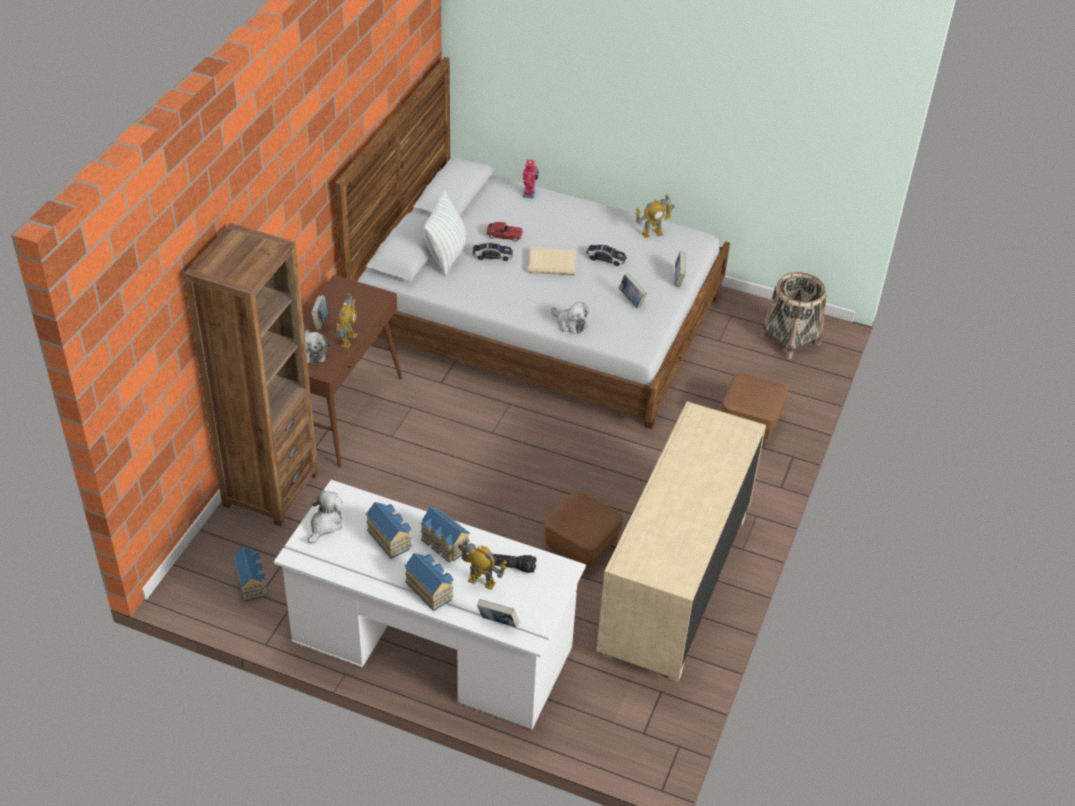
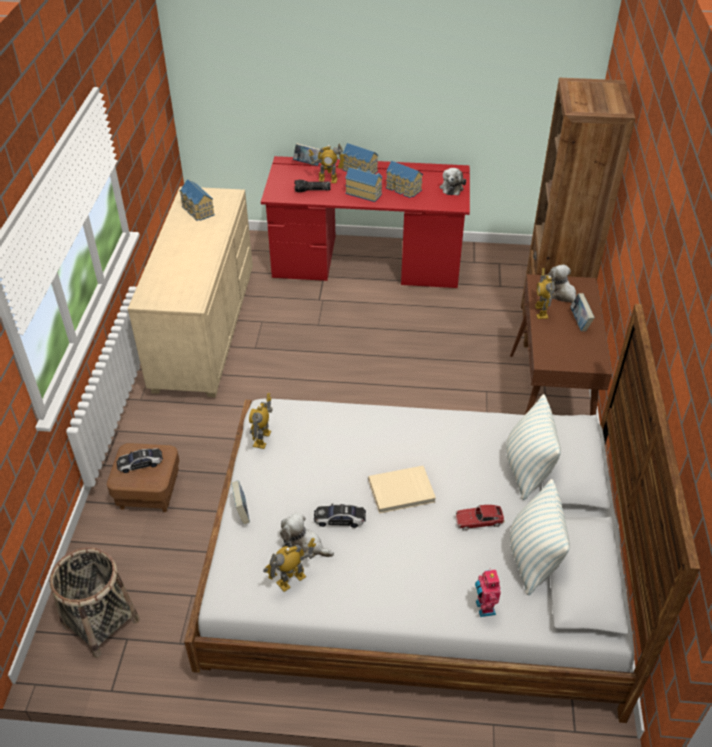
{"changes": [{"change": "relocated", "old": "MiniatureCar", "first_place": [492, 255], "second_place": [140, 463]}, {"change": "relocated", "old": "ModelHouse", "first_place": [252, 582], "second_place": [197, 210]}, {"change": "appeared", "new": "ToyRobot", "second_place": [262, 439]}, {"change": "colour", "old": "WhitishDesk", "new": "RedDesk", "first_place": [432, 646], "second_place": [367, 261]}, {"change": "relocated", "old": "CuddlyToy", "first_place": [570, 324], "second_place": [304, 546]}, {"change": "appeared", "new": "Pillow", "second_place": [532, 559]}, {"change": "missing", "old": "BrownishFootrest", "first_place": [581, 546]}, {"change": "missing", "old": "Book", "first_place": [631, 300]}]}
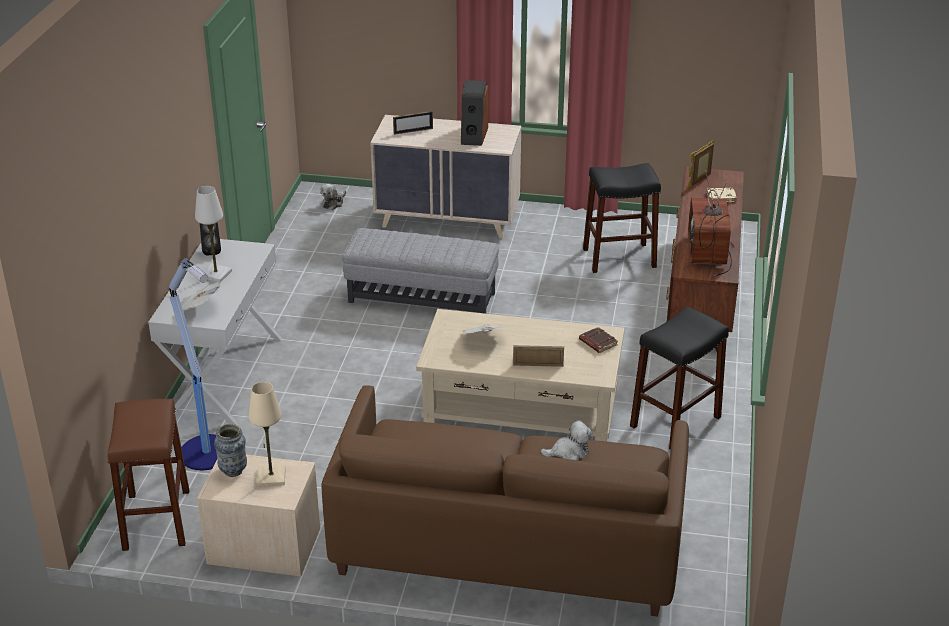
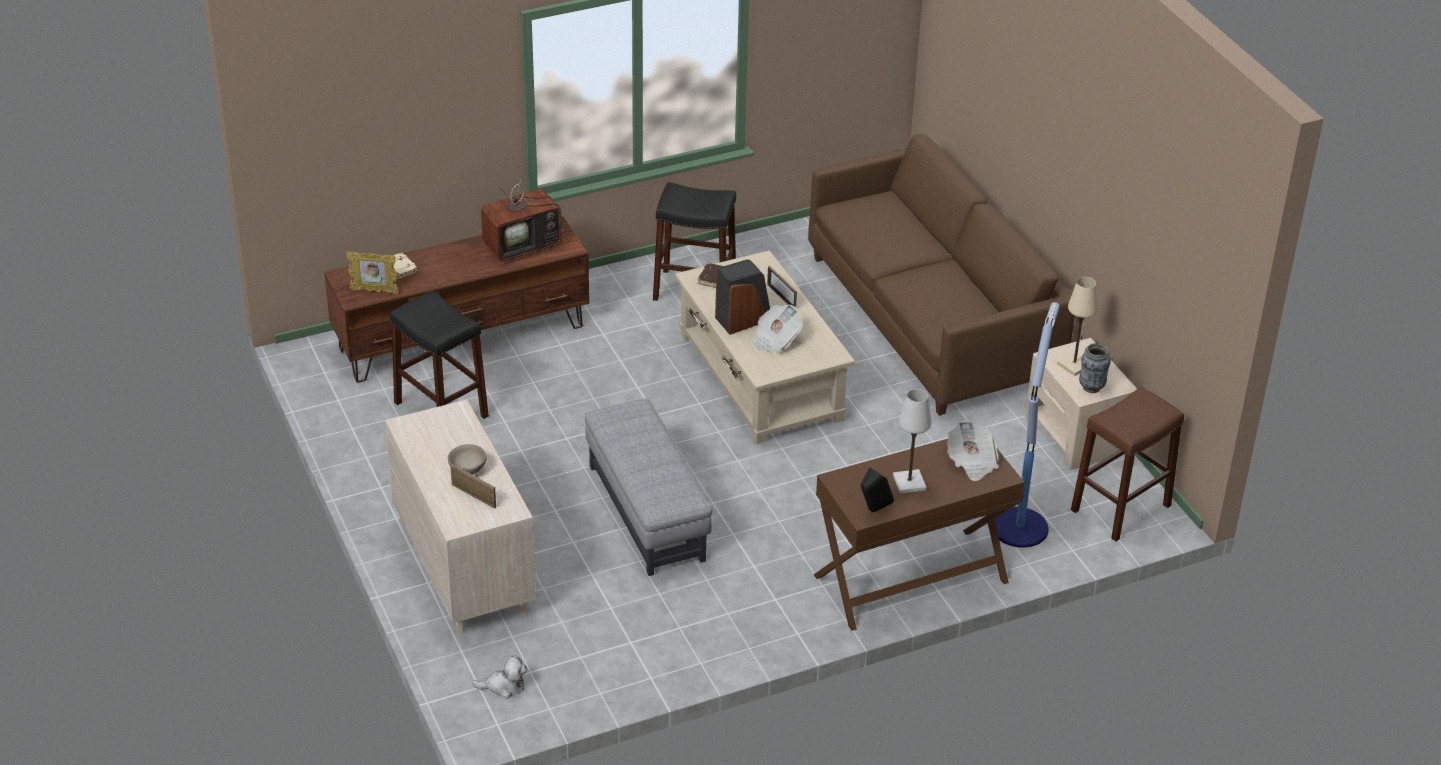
{"changes": [{"change": "appeared", "new": "SandColouredBowl", "second_place": [467, 469]}, {"change": "relocated", "old": "Speaker", "first_place": [473, 135], "second_place": [743, 319]}, {"change": "colour", "old": "WhitishNarrowTable", "new": "BrownishNarrowTable", "first_place": [225, 376], "second_place": [911, 579]}, {"change": "missing", "old": "CuddlyToy", "first_place": [569, 452]}]}
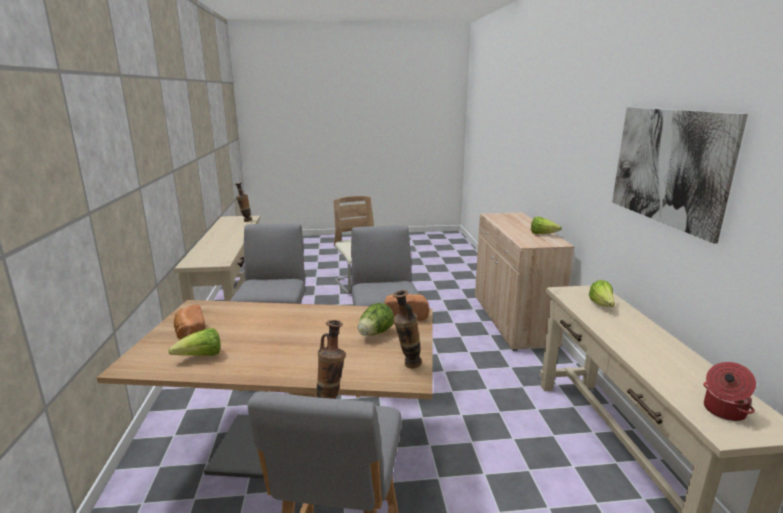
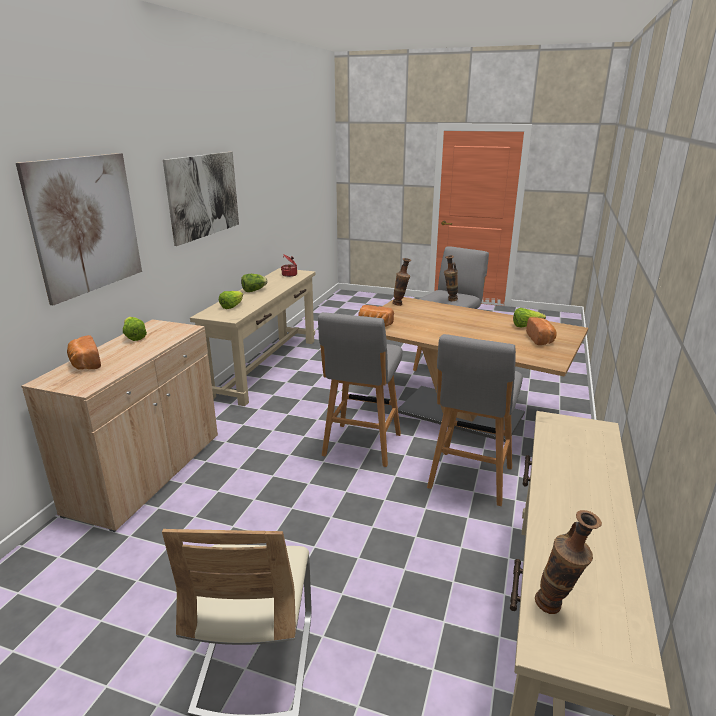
{"changes": [{"change": "appeared", "new": "WallPicture", "second_place": [86, 225]}, {"change": "appeared", "new": "BakedBread", "second_place": [84, 364]}, {"change": "relocated", "old": "HeadOfLettuce", "first_place": [375, 333], "second_place": [254, 290]}]}
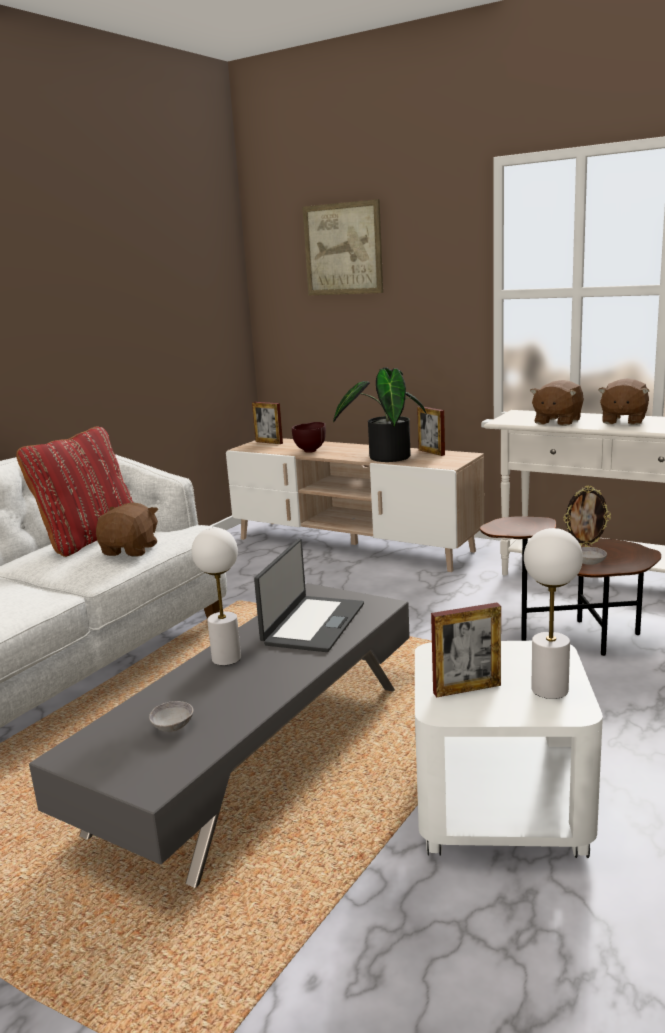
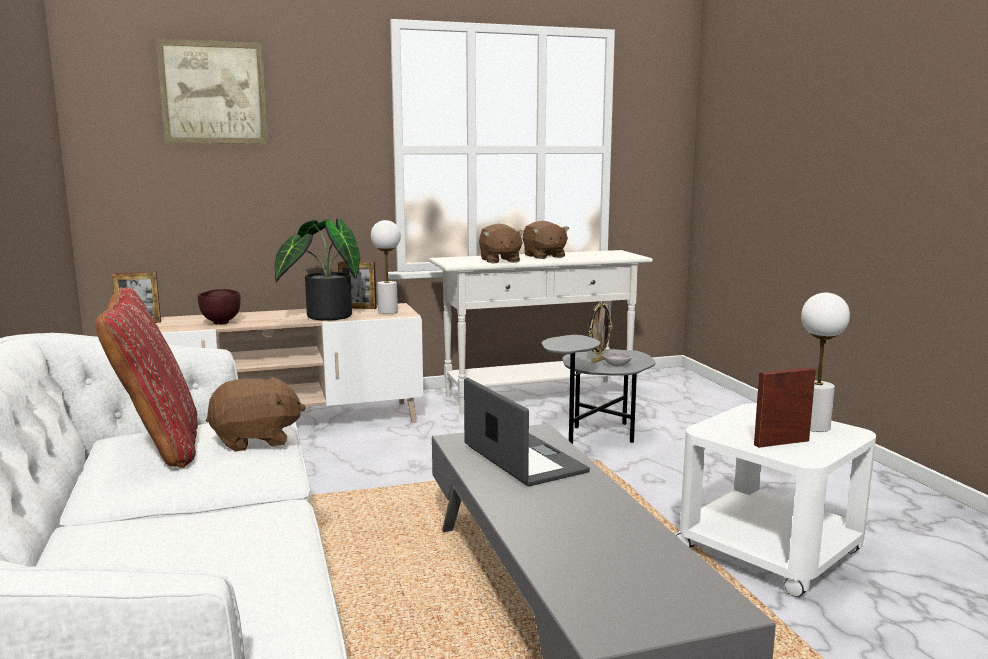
{"changes": [{"change": "spun", "old": "BrownishCuddlyToy", "first_place": [131, 550], "second_place": [255, 440], "degrees": 105}, {"change": "relocated", "old": "WhitishTableLamp", "first_place": [226, 658], "second_place": [387, 312]}, {"change": "colour", "old": "BrownishAccentTable", "new": "GreyishAccentTable", "first_place": [574, 639], "second_place": [596, 438]}, {"change": "spun", "old": "PictureFrame", "first_place": [467, 689], "second_place": [781, 443], "degrees": -135}, {"change": "missing", "old": "GreyishBowl", "first_place": [173, 726]}]}
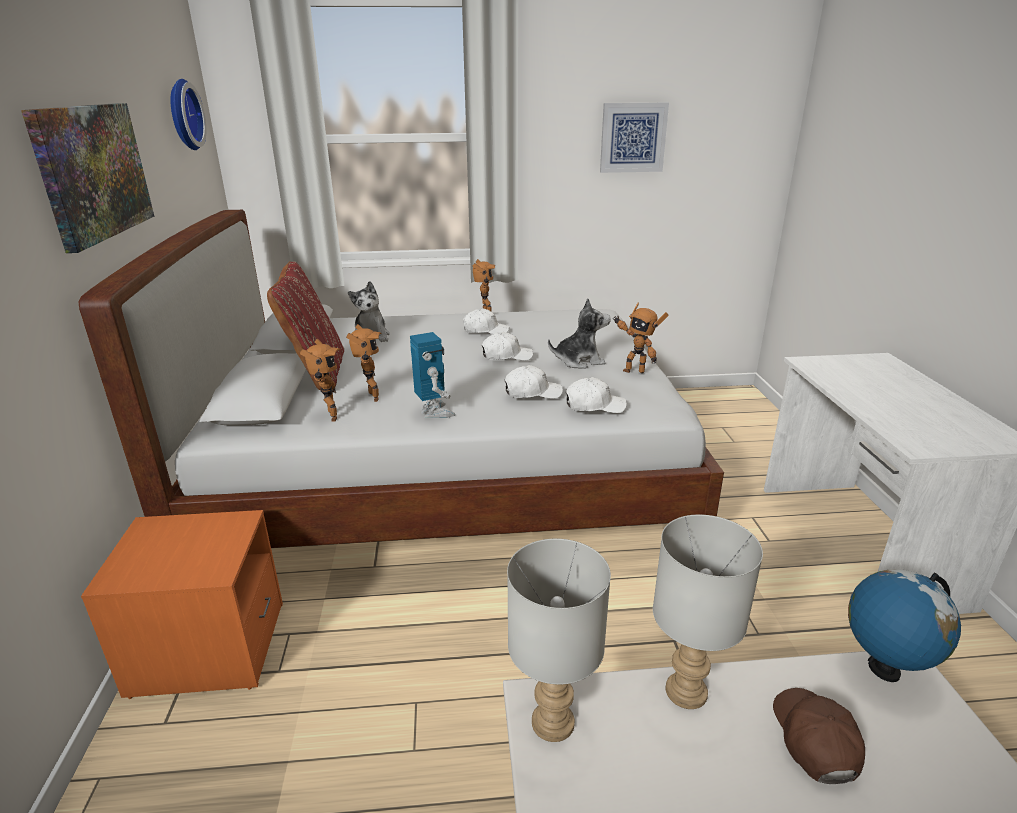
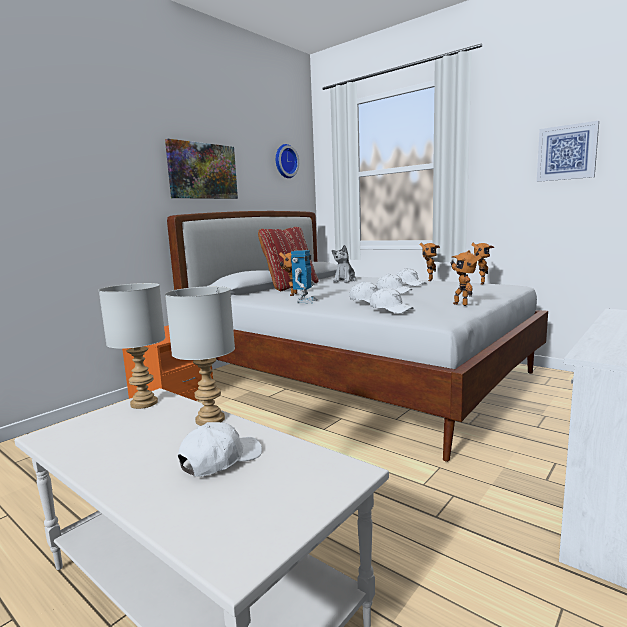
{"changes": [{"change": "colour", "old": "BrownishBaseballCap", "new": "WhitishBaseballCap", "first_place": [814, 740], "second_place": [220, 460]}, {"change": "relocated", "old": "ToyRobot", "first_place": [329, 416], "second_place": [480, 283]}, {"change": "missing", "old": "CuddlyToy", "first_place": [579, 361]}, {"change": "missing", "old": "Globe", "first_place": [883, 669]}]}
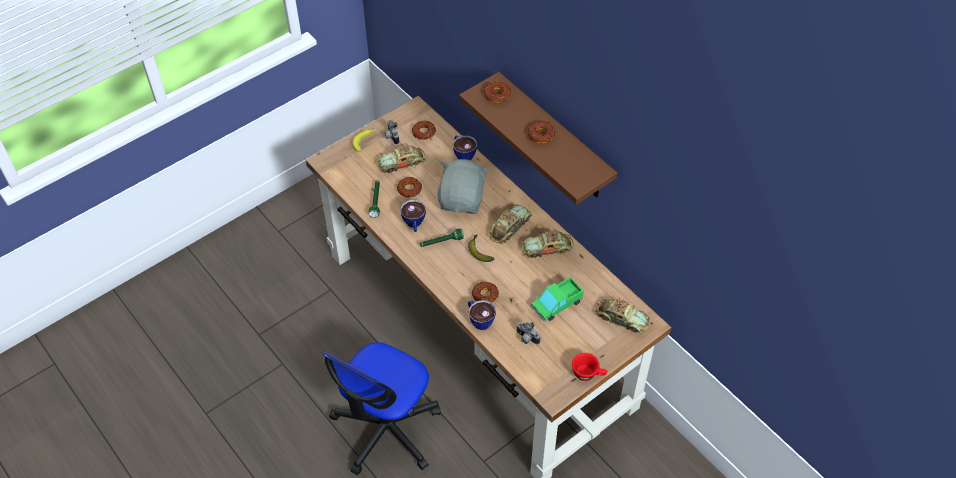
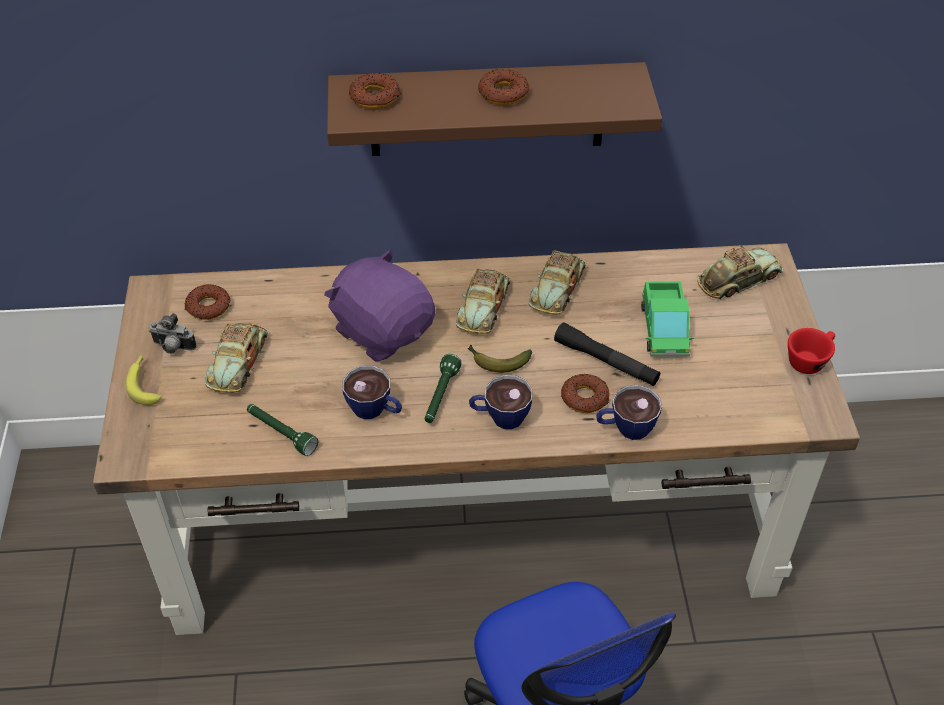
{"changes": [{"change": "colour", "old": "GreyishCuddlyToy", "new": "PurpleCuddlyToy", "first_place": [462, 199], "second_place": [383, 330]}, {"change": "spun", "old": "MiniatureCar", "first_place": [510, 227], "second_place": [483, 306], "degrees": -150}, {"change": "relocated", "old": "SmallCup", "first_place": [463, 154], "second_place": [499, 417]}, {"change": "appeared", "new": "BlackishTorch", "second_place": [606, 362]}, {"change": "missing", "old": "RingDoughnut", "first_place": [409, 189]}, {"change": "missing", "old": "StillCamera", "first_place": [526, 338]}]}
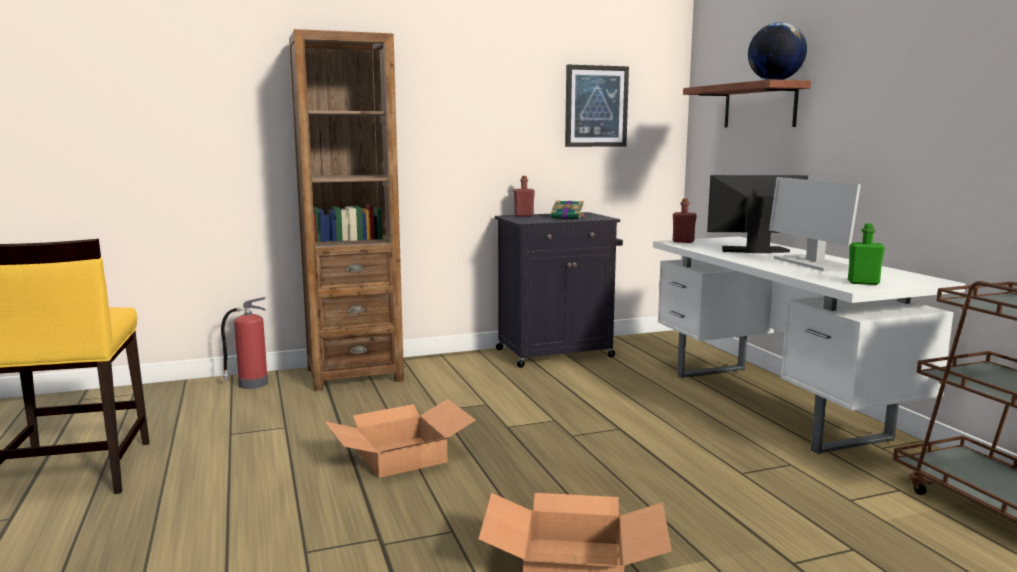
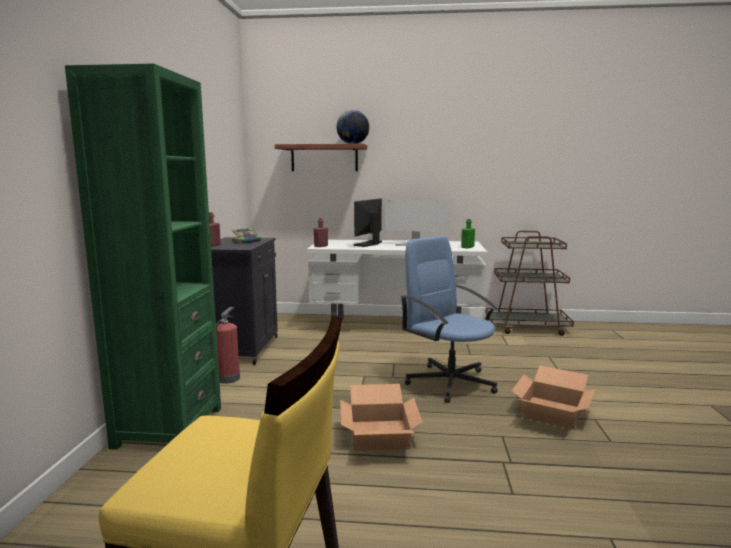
{"changes": [{"change": "colour", "old": "BrownishBookshelf", "new": "GreenBookshelf", "first_place": [354, 374], "second_place": [168, 427]}, {"change": "relocated", "old": "FireFightingCylinder", "first_place": [251, 384], "second_place": [227, 379]}, {"change": "appeared", "new": "BluishDeskChair", "second_place": [450, 382]}, {"change": "missing", "old": "WallPicture", "first_place": [596, 106]}]}
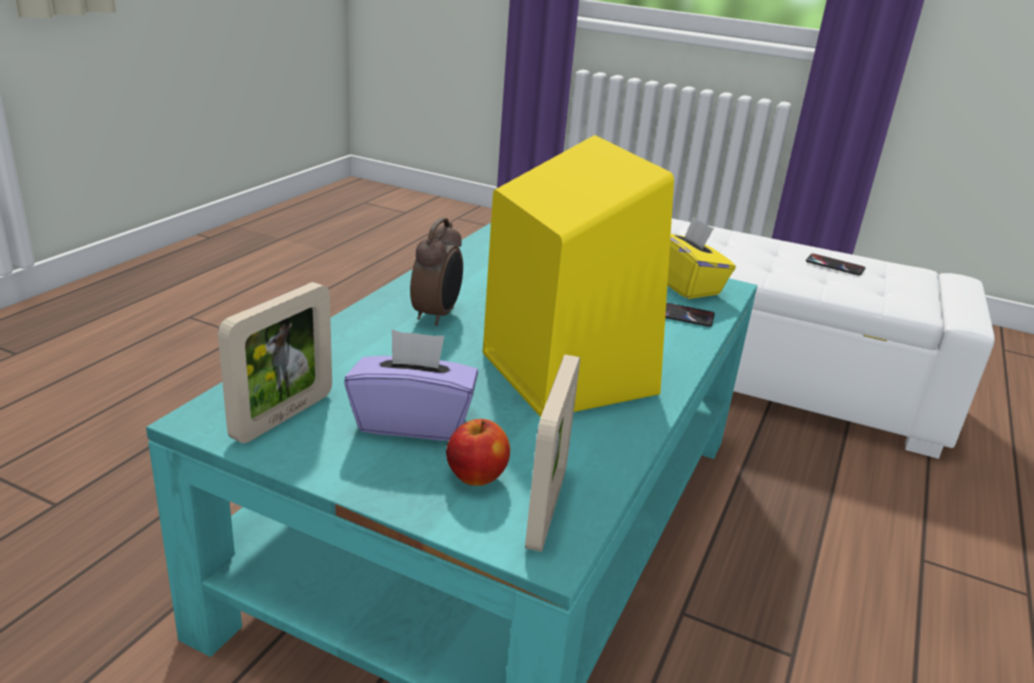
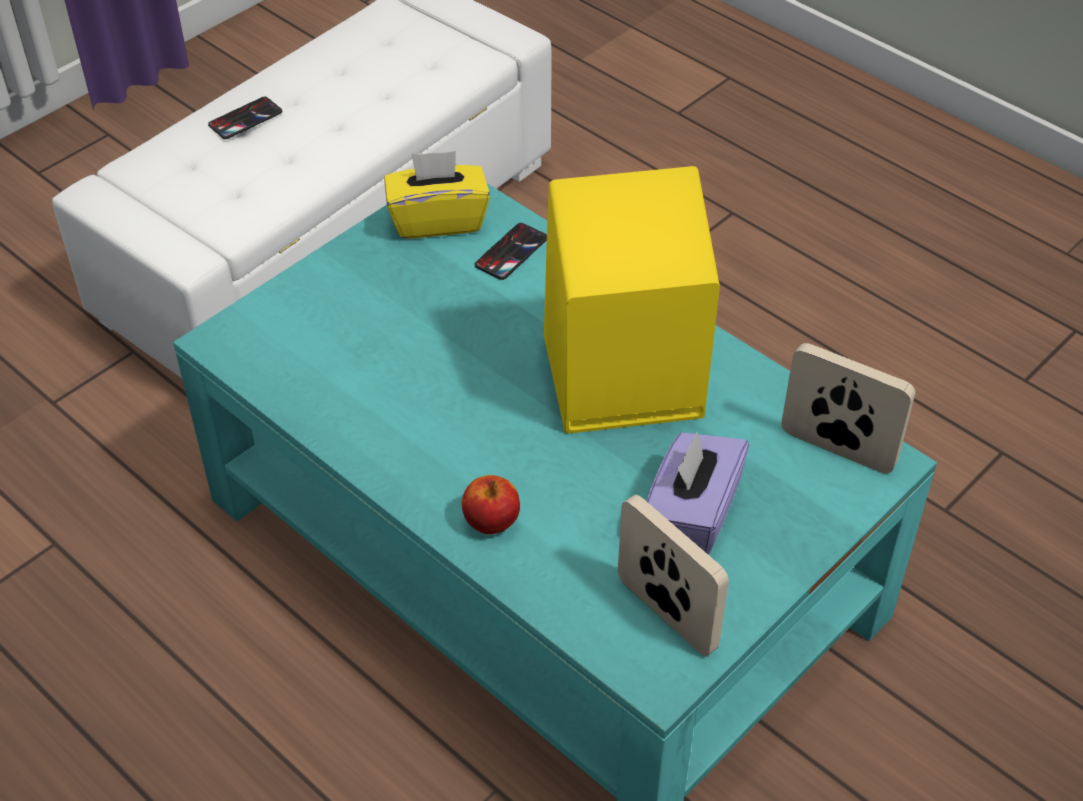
{"changes": [{"change": "relocated", "old": "Phone", "first_place": [835, 265], "second_place": [245, 118]}, {"change": "relocated", "old": "WholeApple", "first_place": [476, 476], "second_place": [491, 522]}, {"change": "missing", "old": "BedsideClock", "first_place": [437, 315]}]}
